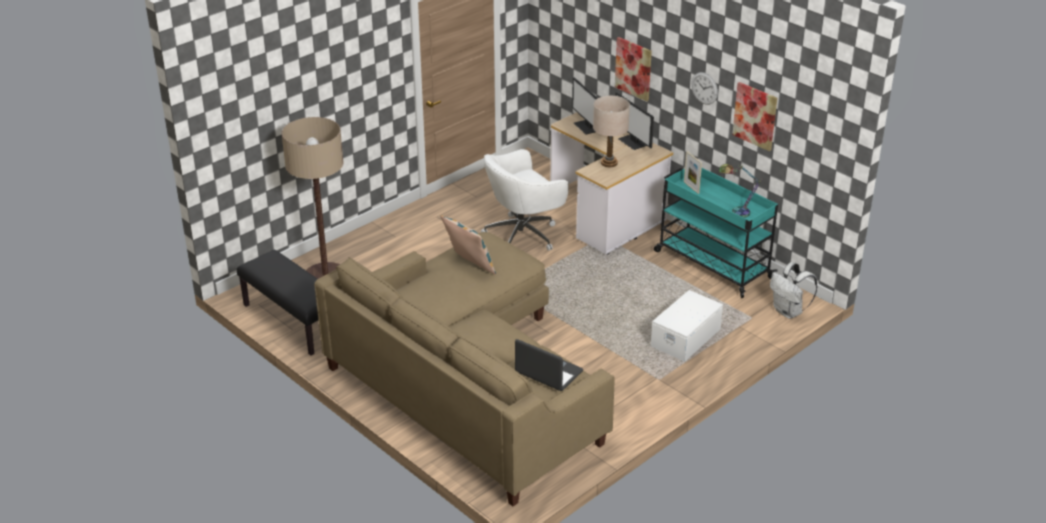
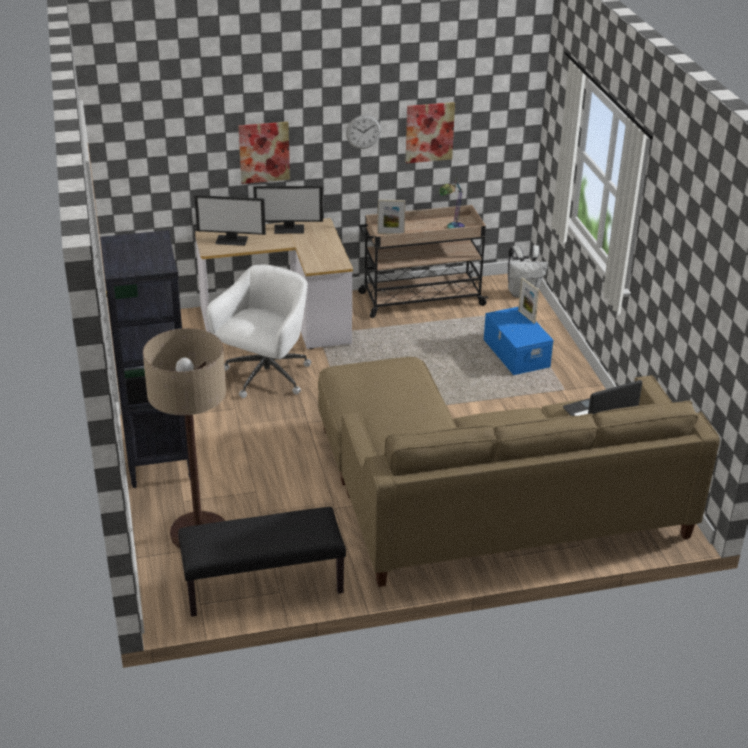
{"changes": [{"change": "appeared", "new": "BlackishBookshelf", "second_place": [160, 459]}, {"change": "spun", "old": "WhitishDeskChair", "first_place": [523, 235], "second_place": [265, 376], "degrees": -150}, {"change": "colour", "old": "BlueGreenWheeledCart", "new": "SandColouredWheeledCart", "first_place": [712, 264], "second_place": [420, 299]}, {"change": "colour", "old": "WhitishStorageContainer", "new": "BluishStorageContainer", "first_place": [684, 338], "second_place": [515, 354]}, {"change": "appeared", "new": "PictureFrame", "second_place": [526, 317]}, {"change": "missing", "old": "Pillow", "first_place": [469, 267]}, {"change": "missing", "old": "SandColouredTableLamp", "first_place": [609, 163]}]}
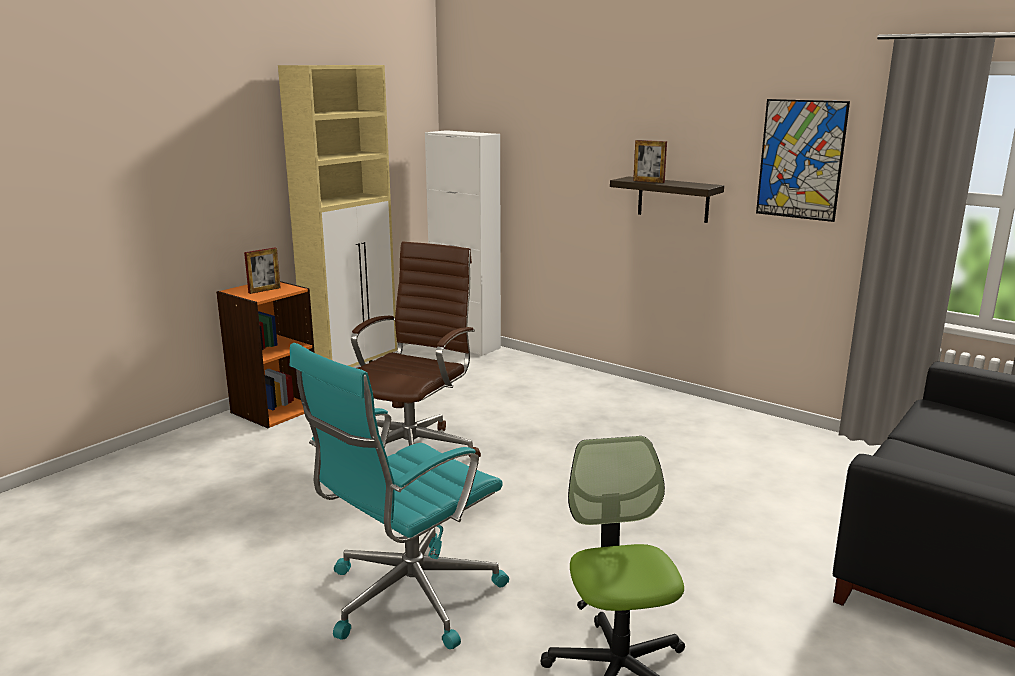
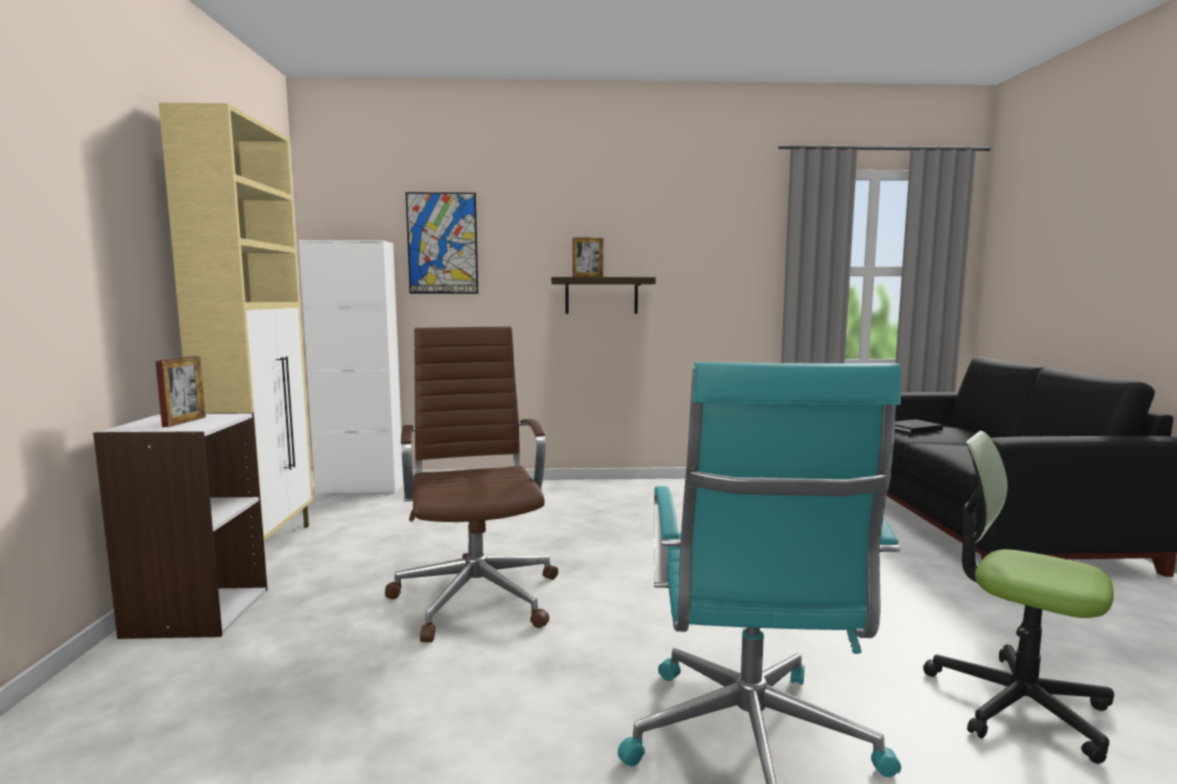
{"changes": [{"change": "colour", "old": "OrangeyBookshelf", "new": "WhitishBookshelf", "first_place": [274, 410], "second_place": [196, 612]}, {"change": "relocated", "old": "WallPicture", "first_place": [801, 159], "second_place": [442, 243]}, {"change": "appeared", "new": "BlackishBook", "second_place": [913, 429]}]}
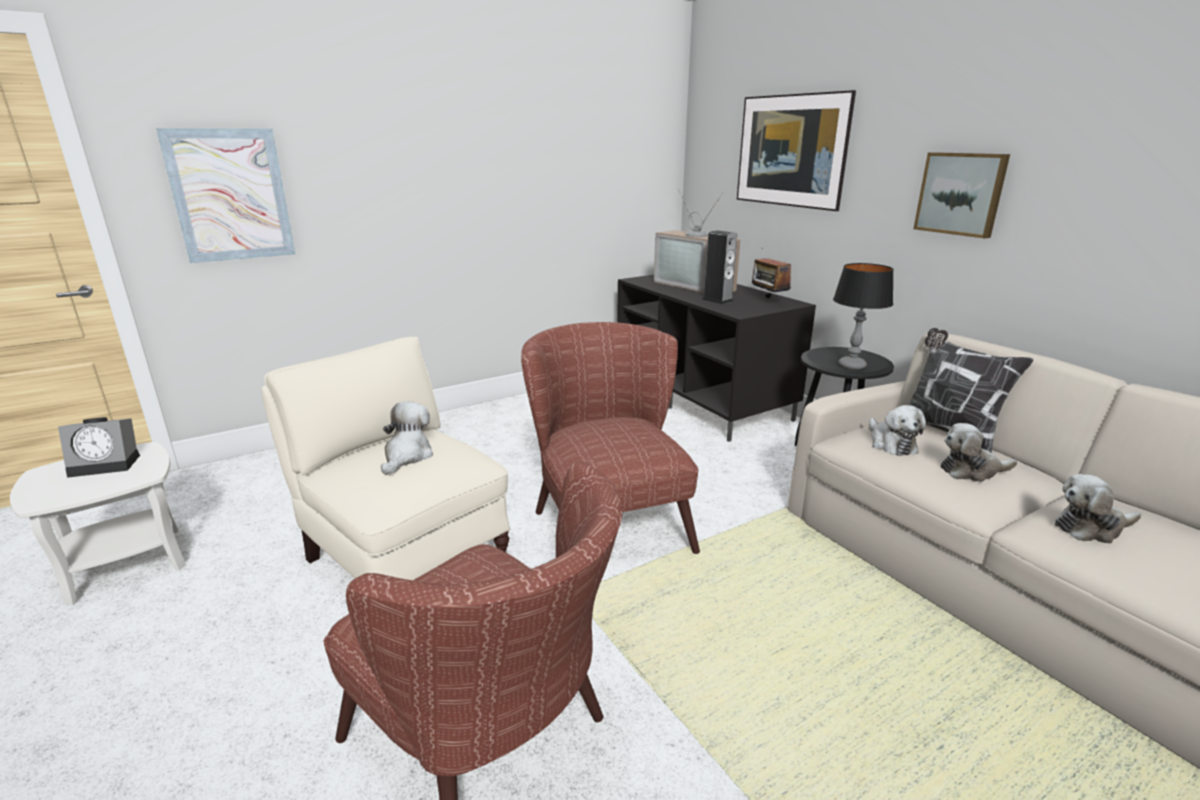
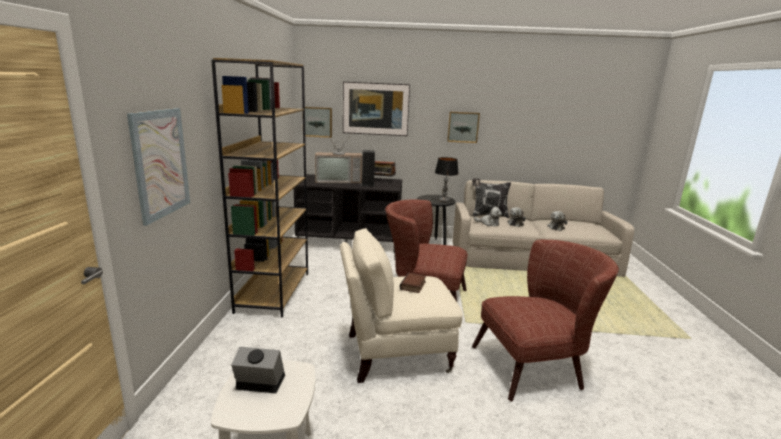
{"changes": [{"change": "appeared", "new": "BrownishBookshelf", "second_place": [273, 291]}, {"change": "spun", "old": "BedsideClock", "first_place": [108, 464], "second_place": [258, 383], "degrees": -105}, {"change": "appeared", "new": "WallPicture", "second_place": [317, 122]}, {"change": "exchanged", "old": "CuddlyToy", "new": "Book", "first_place": [407, 456], "second_place": [413, 286]}]}
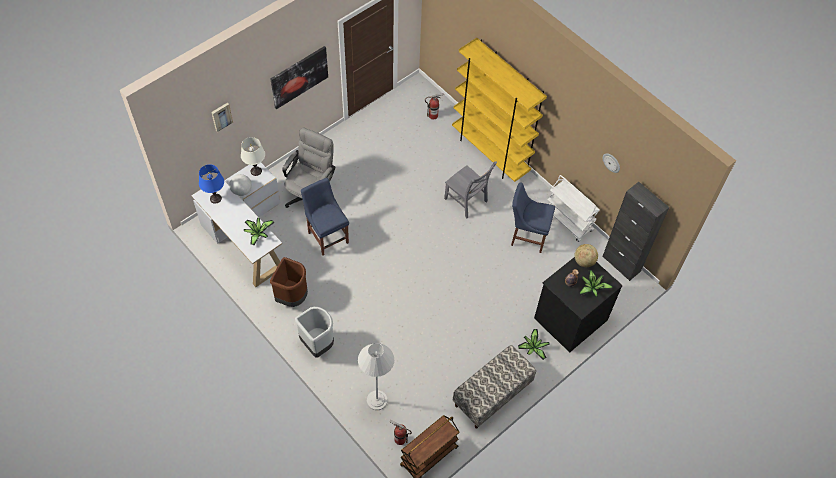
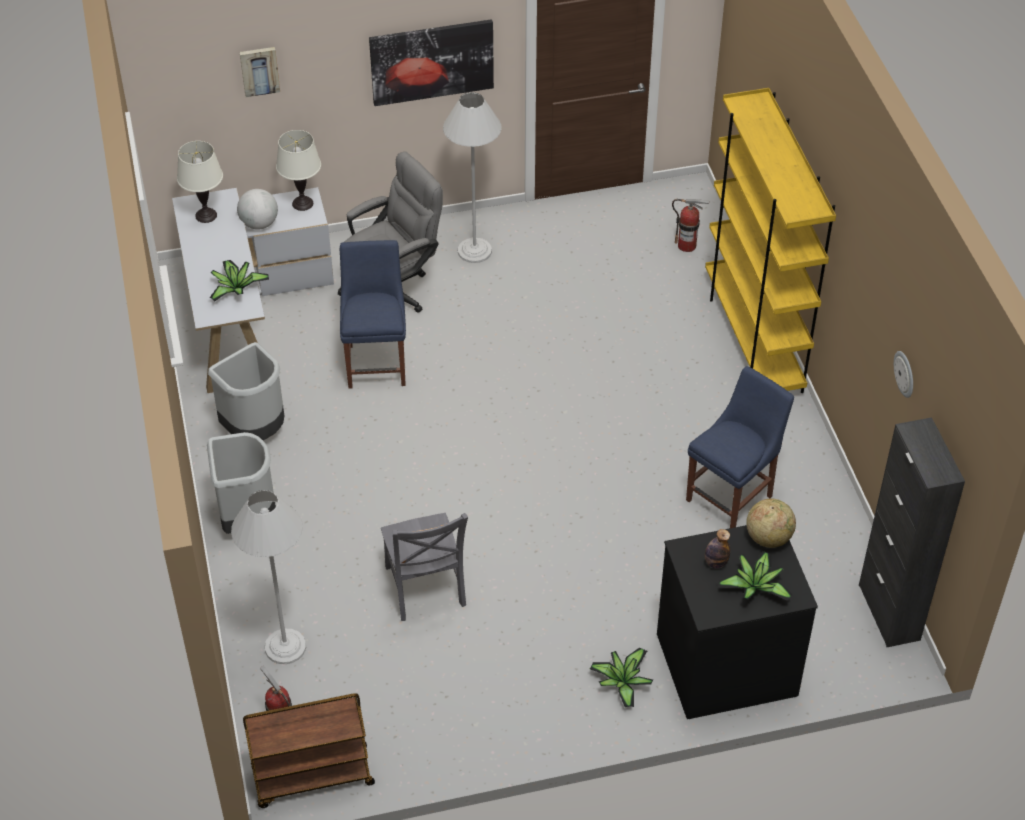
{"changes": [{"change": "colour", "old": "BluishTableLamp", "new": "WhitishTableLamp", "first_place": [215, 198], "second_place": [206, 215]}, {"change": "colour", "old": "BrownishWasteBin", "new": "GreyishWasteBin", "first_place": [292, 297], "second_place": [255, 432]}, {"change": "relocated", "old": "GreyishChair", "first_place": [467, 201], "second_place": [425, 589]}, {"change": "appeared", "new": "WhitishStandardLamp", "second_place": [474, 251]}, {"change": "spun", "old": "BluishChair", "first_place": [527, 236], "second_place": [732, 496], "degrees": 90}, {"change": "missing", "old": "IndoorBench", "first_place": [492, 395]}, {"change": "missing", "old": "WhitishWheeledCart", "first_place": [568, 221]}]}
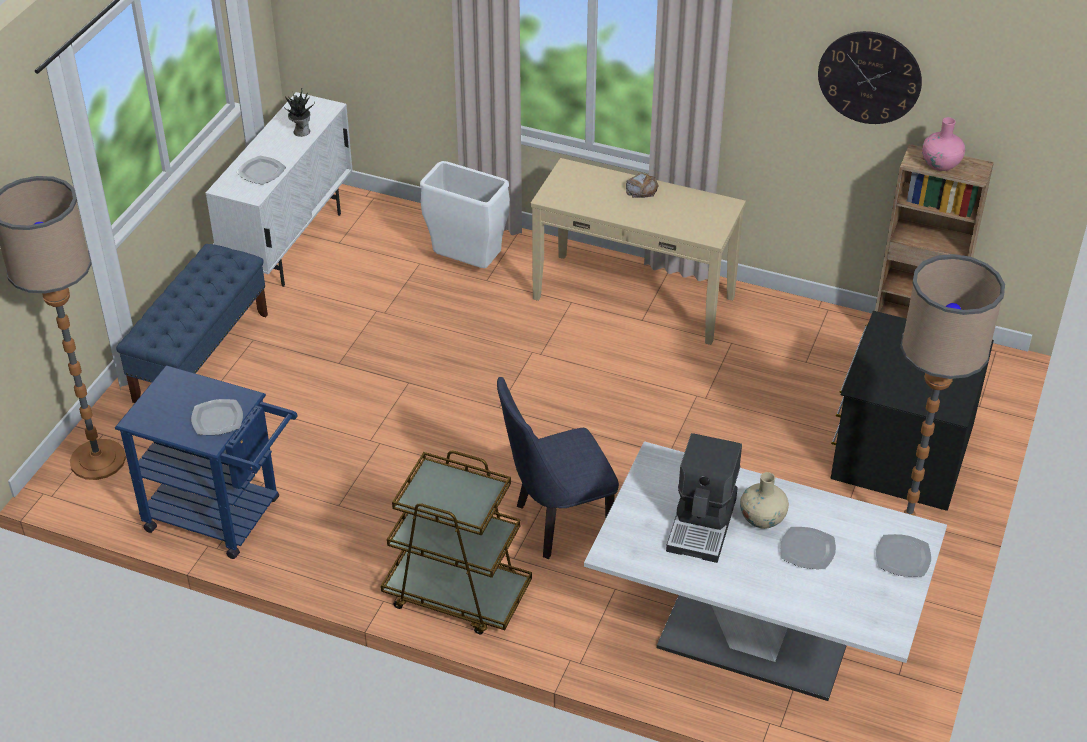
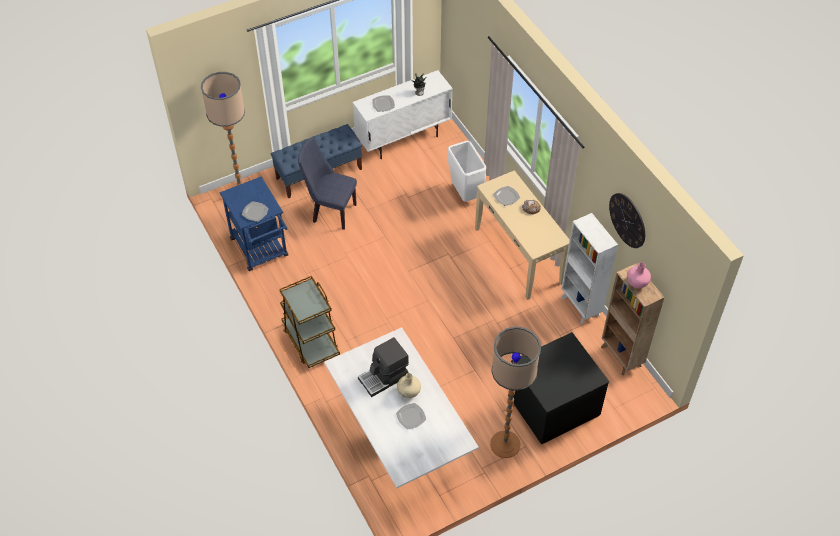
{"changes": [{"change": "relocated", "old": "BluishChair", "first_place": [555, 524], "second_place": [330, 212]}, {"change": "relocated", "old": "DinnerPlate", "first_place": [902, 558], "second_place": [506, 196]}, {"change": "appeared", "new": "WhitishBookshelf", "second_place": [580, 307]}]}
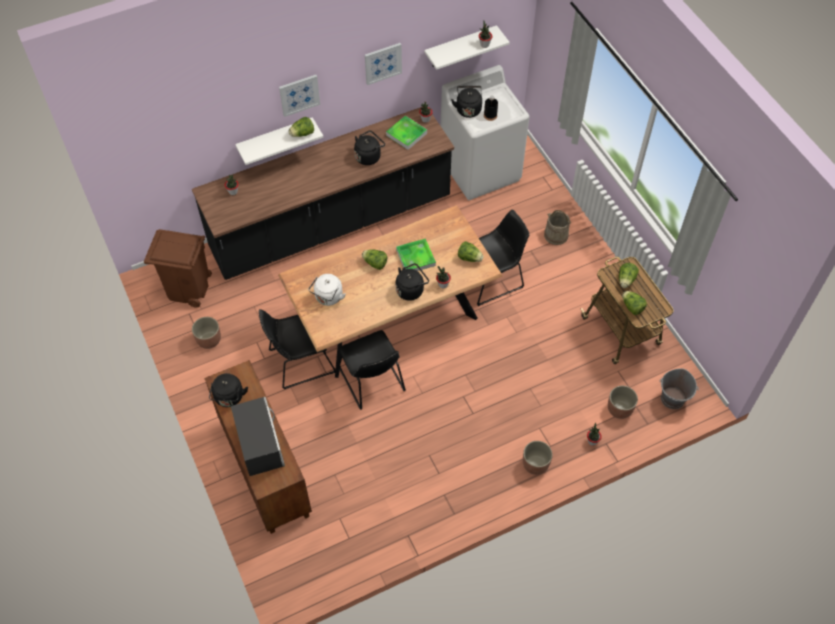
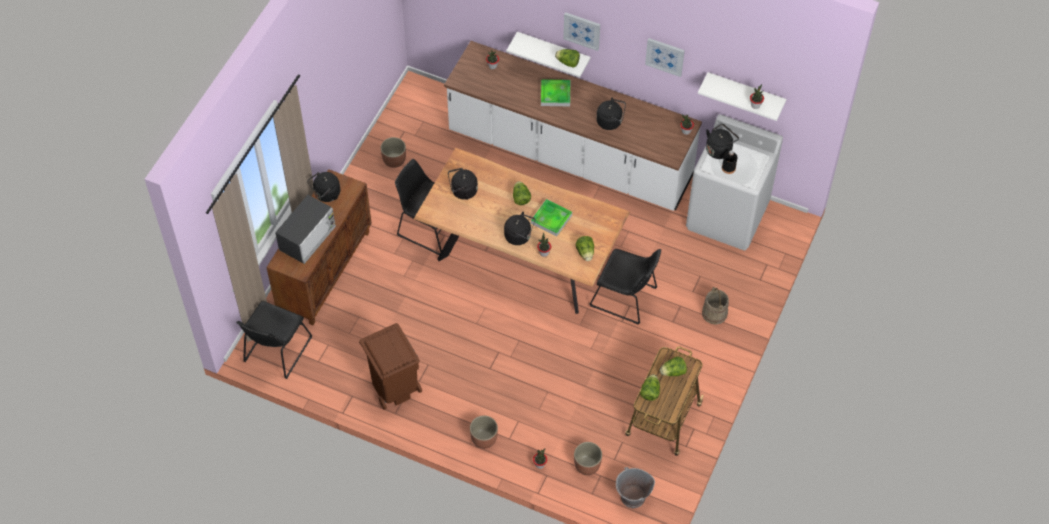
{"changes": [{"change": "relocated", "old": "BlackishChair", "first_place": [373, 382], "second_place": [276, 352]}, {"change": "relocated", "old": "BrownishWasteBin", "first_place": [188, 289], "second_place": [394, 387]}, {"change": "colour", "old": "BlackishKitchenBaseUnit", "new": "WhitishKitchenBaseUnit", "first_place": [331, 224], "second_place": [569, 156]}, {"change": "colour", "old": "WhitishTeaKettle", "new": "BlackishTeaKettle", "first_place": [328, 298], "second_place": [462, 191]}, {"change": "relocated", "old": "Tray", "first_place": [406, 134], "second_place": [555, 94]}]}
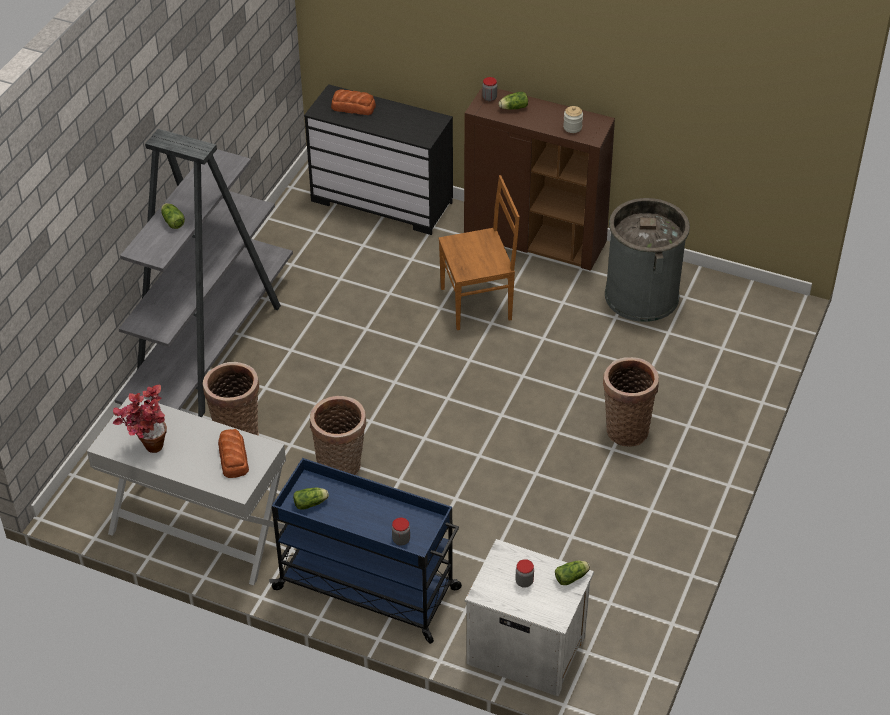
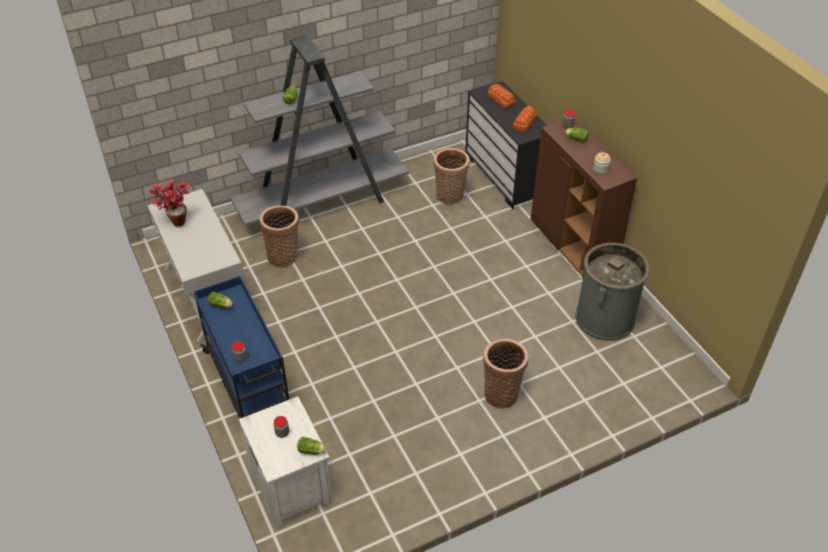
{"changes": [{"change": "relocated", "old": "StorageBasket", "first_place": [341, 467], "second_place": [450, 197]}, {"change": "relocated", "old": "BakedBread", "first_place": [233, 458], "second_place": [524, 123]}, {"change": "missing", "old": "BrownishChair", "first_place": [478, 303]}]}
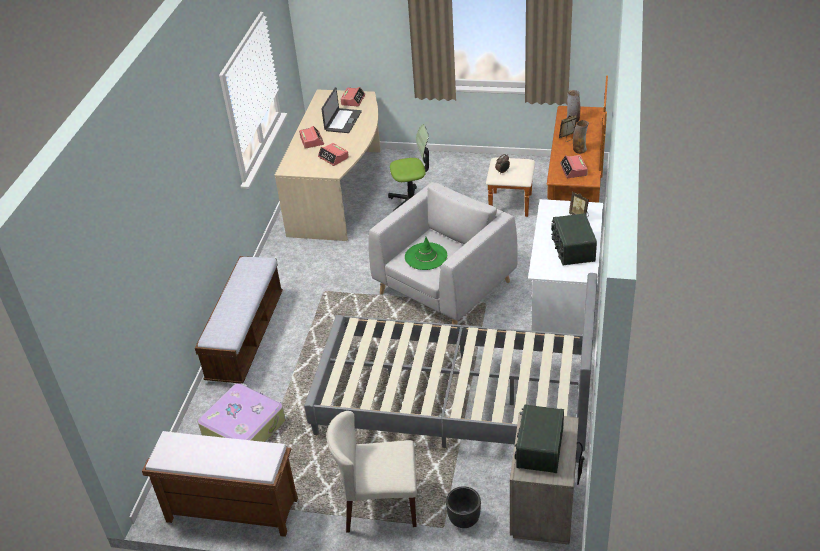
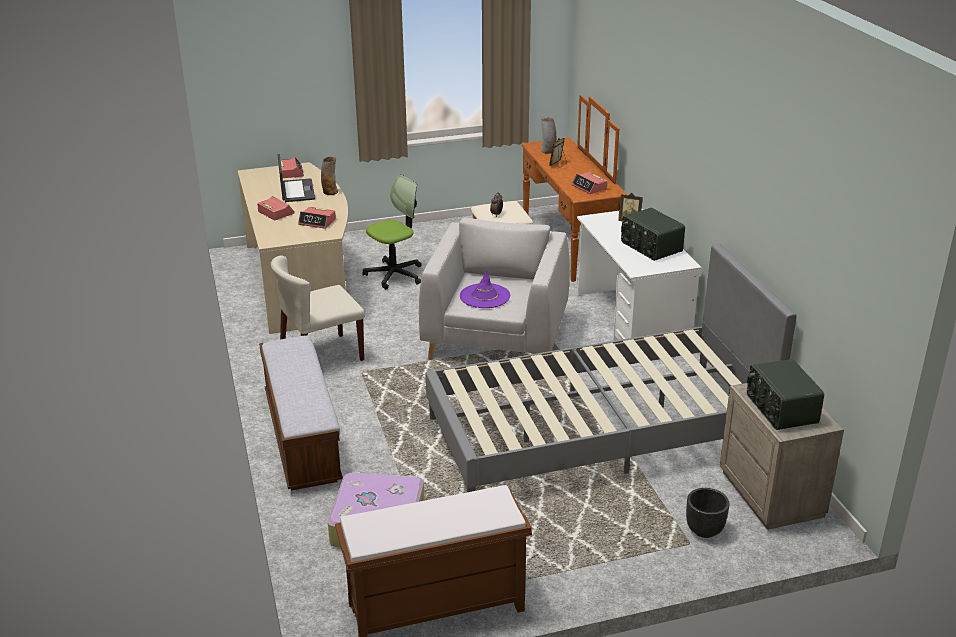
{"changes": [{"change": "relocated", "old": "SandColouredChair", "first_place": [380, 505], "second_place": [321, 356]}, {"change": "relocated", "old": "FlowerVase", "first_place": [579, 150], "second_place": [330, 192]}, {"change": "colour", "old": "GreenHat", "new": "PurpleHat", "first_place": [426, 256], "second_place": [484, 296]}]}
